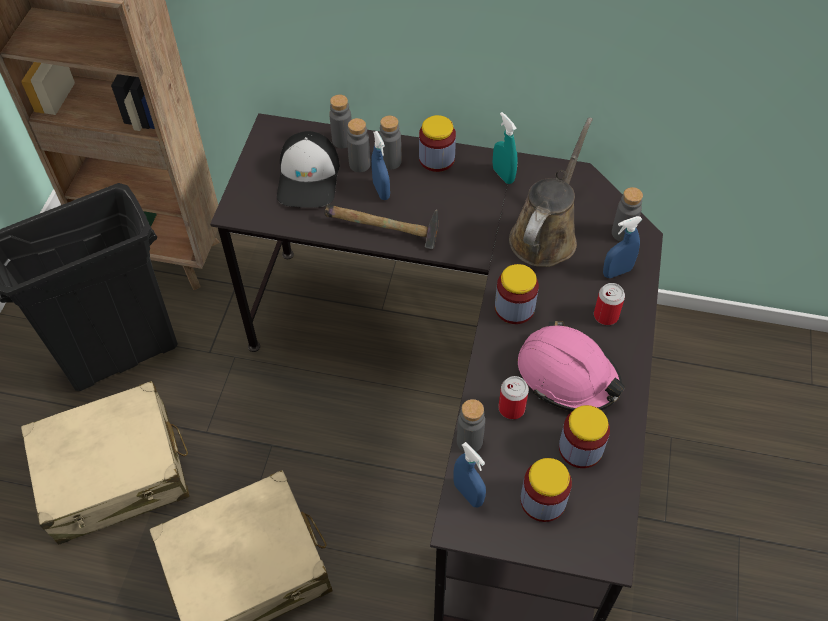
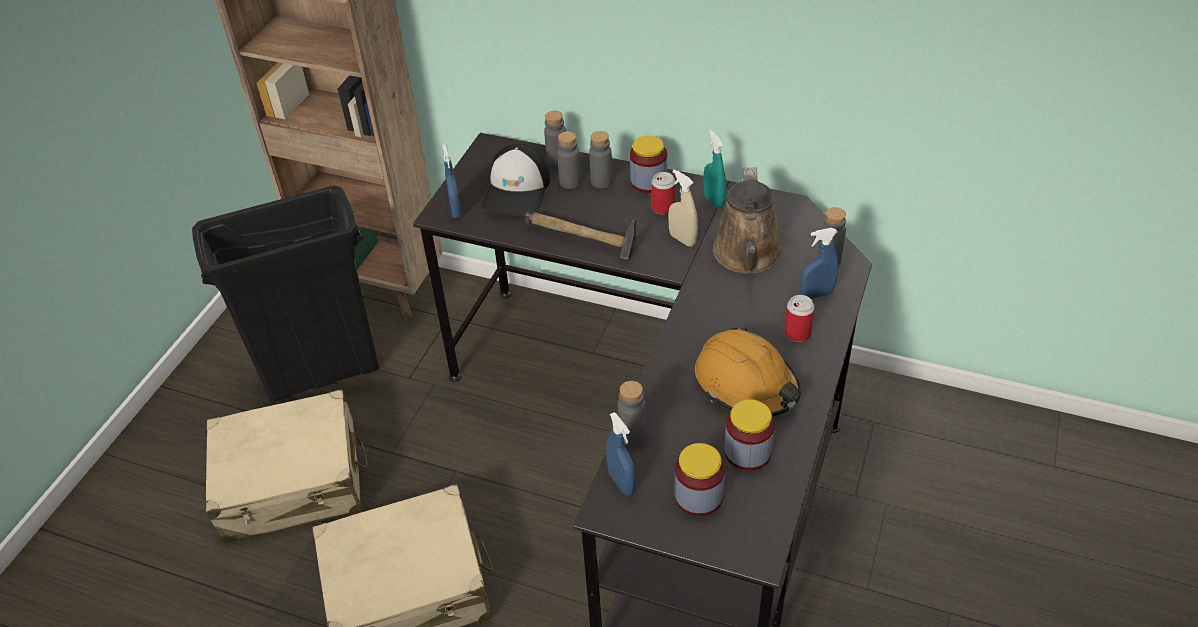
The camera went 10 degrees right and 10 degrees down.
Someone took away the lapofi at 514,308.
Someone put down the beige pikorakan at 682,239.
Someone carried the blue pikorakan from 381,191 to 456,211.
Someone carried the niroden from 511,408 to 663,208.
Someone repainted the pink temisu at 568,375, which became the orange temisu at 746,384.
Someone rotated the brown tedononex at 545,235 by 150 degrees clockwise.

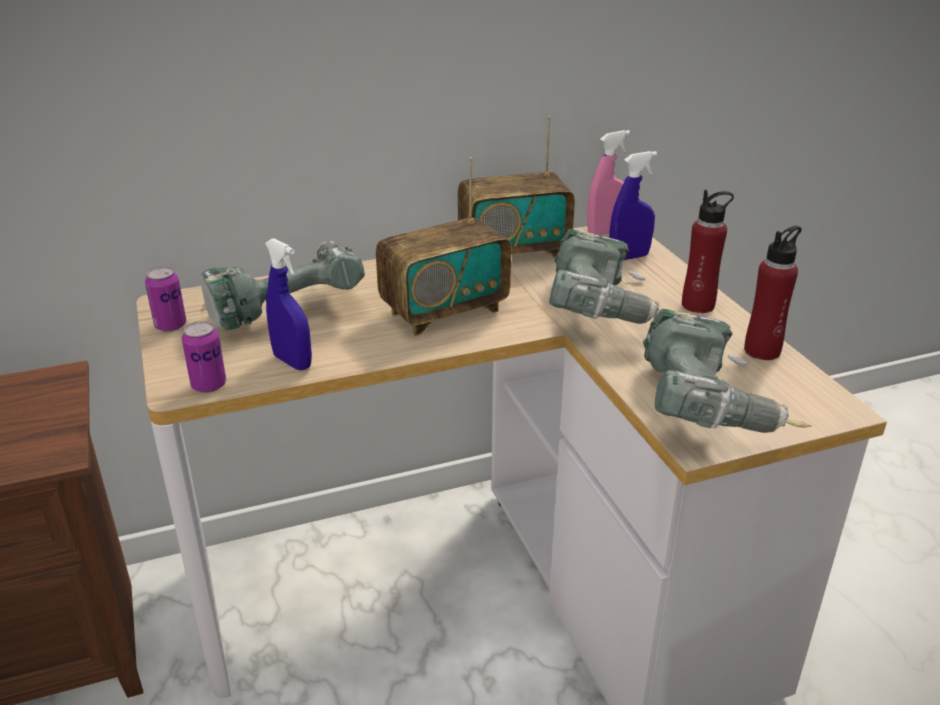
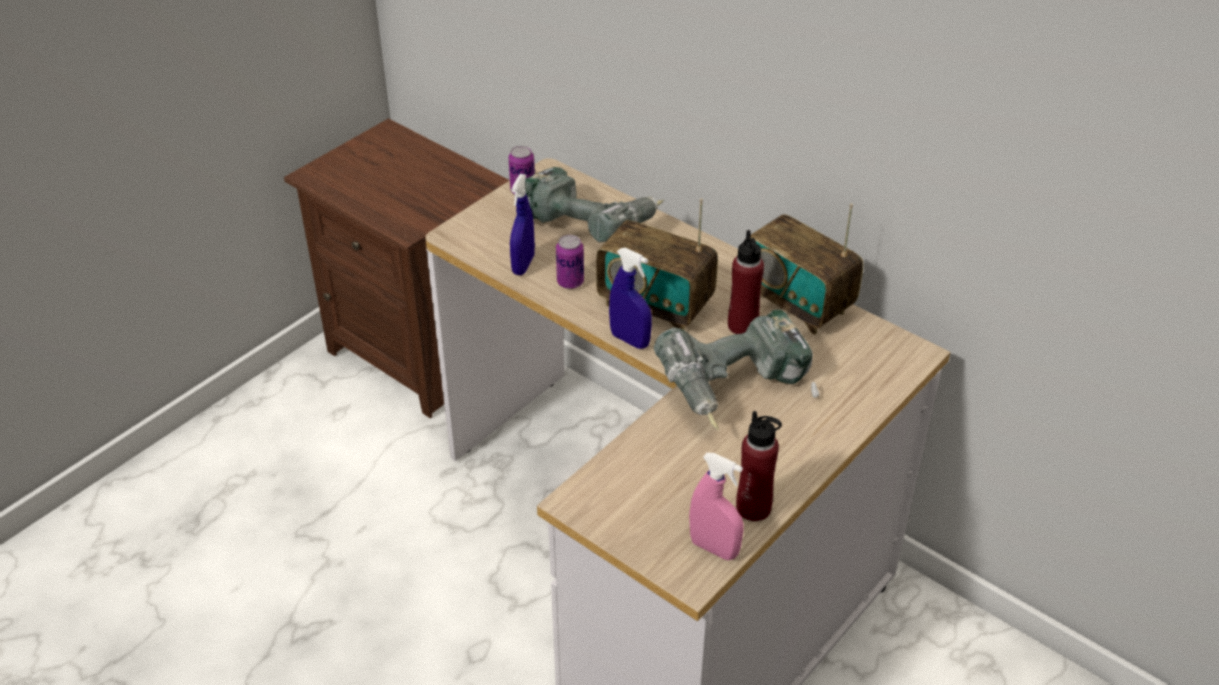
The camera went 60 degrees right and 10 degrees up.
Someone took away the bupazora at 709,409.
Someone carried the niroden from 209,385 to 570,282.
Someone carried the pink pikorakan from 605,232 to 714,548.
Someone carried the blue pikorakan from 629,257 to 630,340.
Someone carried the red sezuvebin from 698,305 to 742,326.

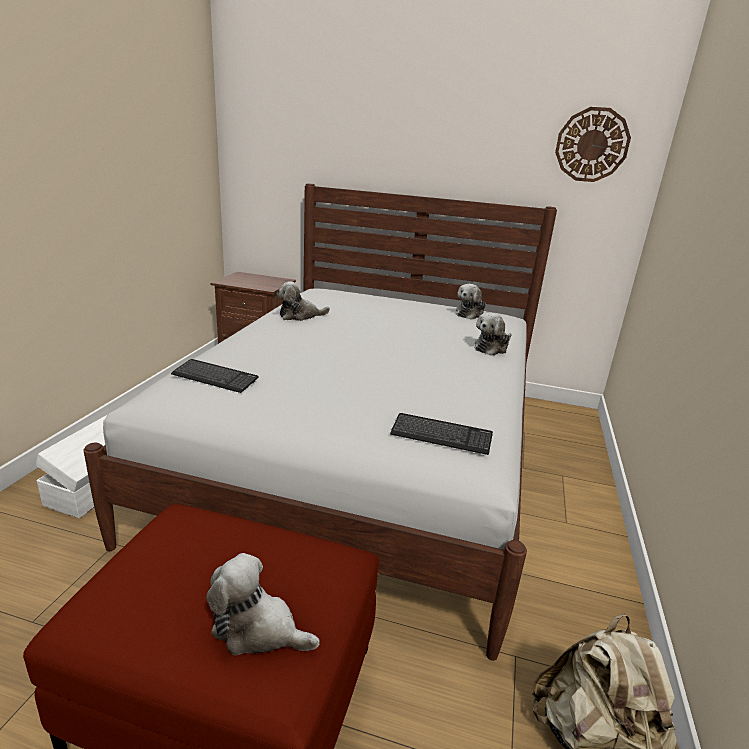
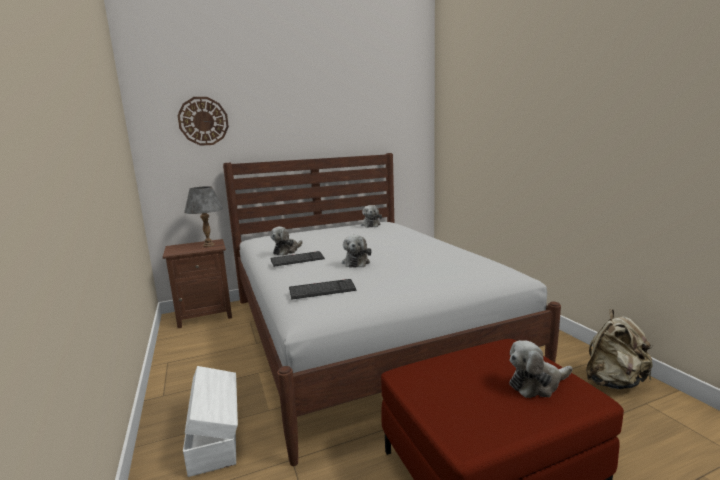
The camera went 35 degrees left and 10 degrees down.
Someone put down the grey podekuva at 208,245.
Someone carried the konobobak from 441,435 to 297,260.
Someone carried the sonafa from 492,347 to 356,262.
Someone carried the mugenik from 592,145 to 203,121.

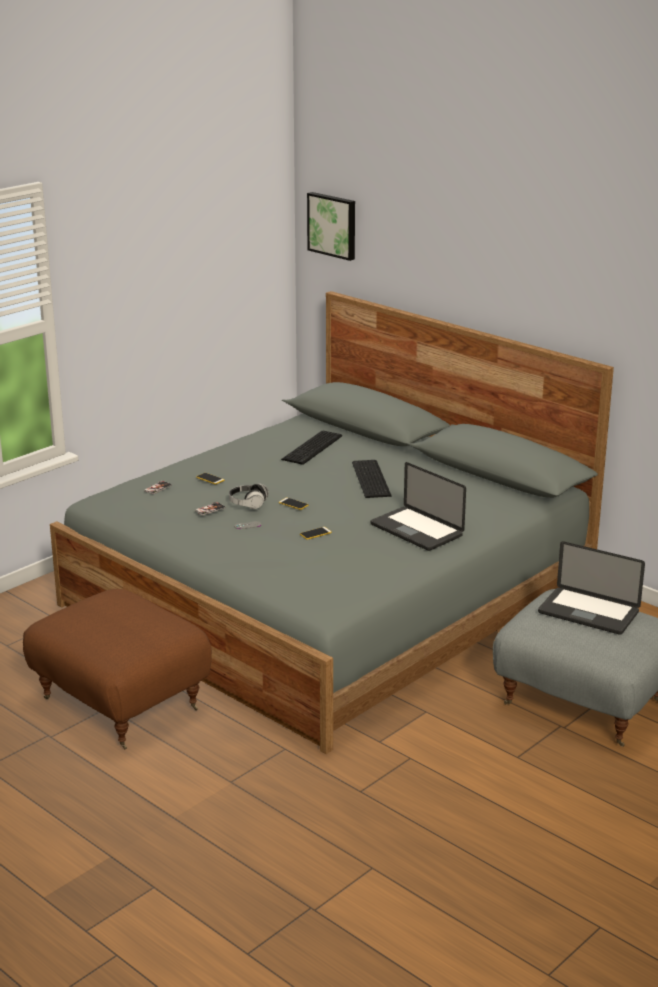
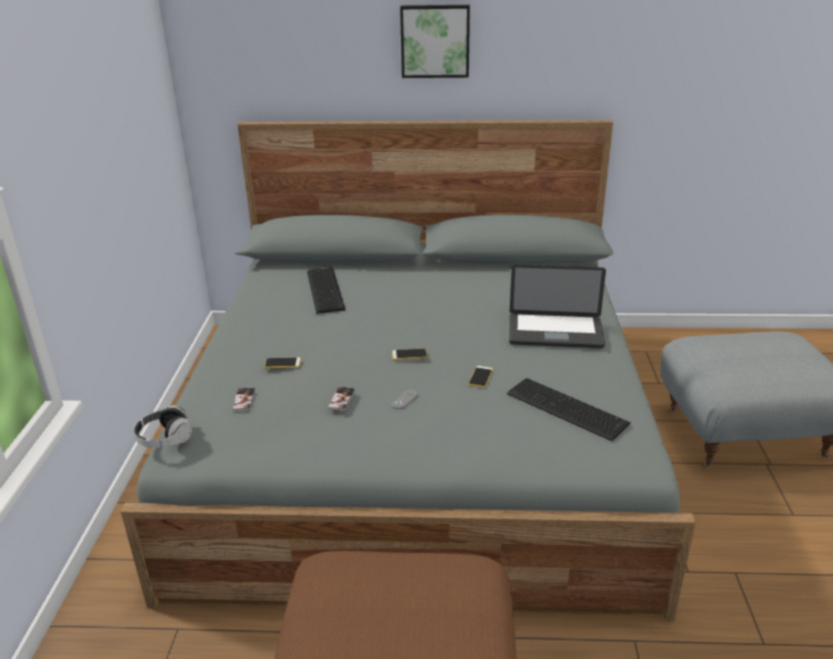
The camera went 40 degrees left and 5 degrees up.
Someone took away the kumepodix at 588,612.
Someone carried the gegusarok from 248,504 to 165,439.
Someone carried the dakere from 333,225 to 435,41.
Someone carried the konobobak from 369,479 to 567,410.

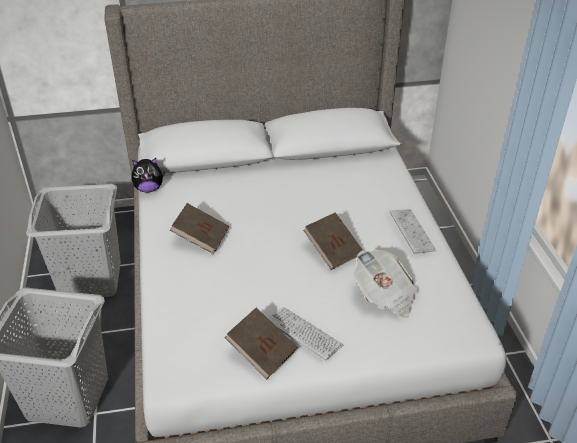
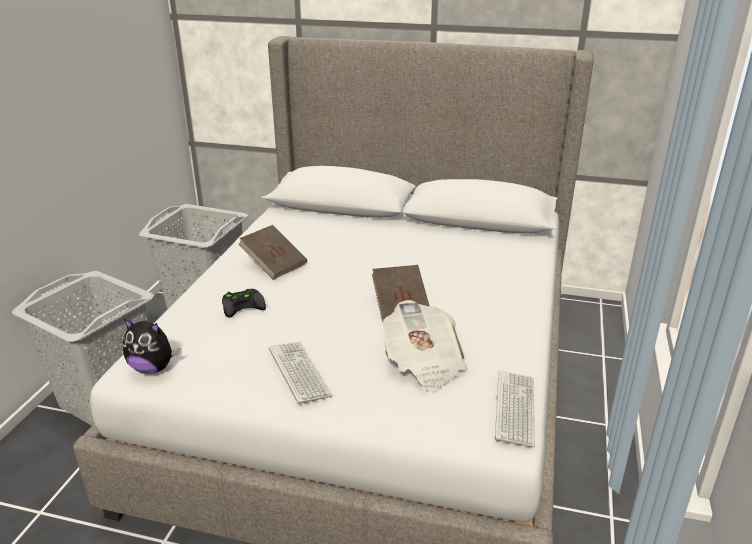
The camera went 25 degrees right and 10 degrees down.
Someone took away the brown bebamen at 262,352.
Someone put down the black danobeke at 244,304.
Someone carried the sonafa from 149,189 to 153,368.
Someone carried the konobobak from 412,231 to 515,408.

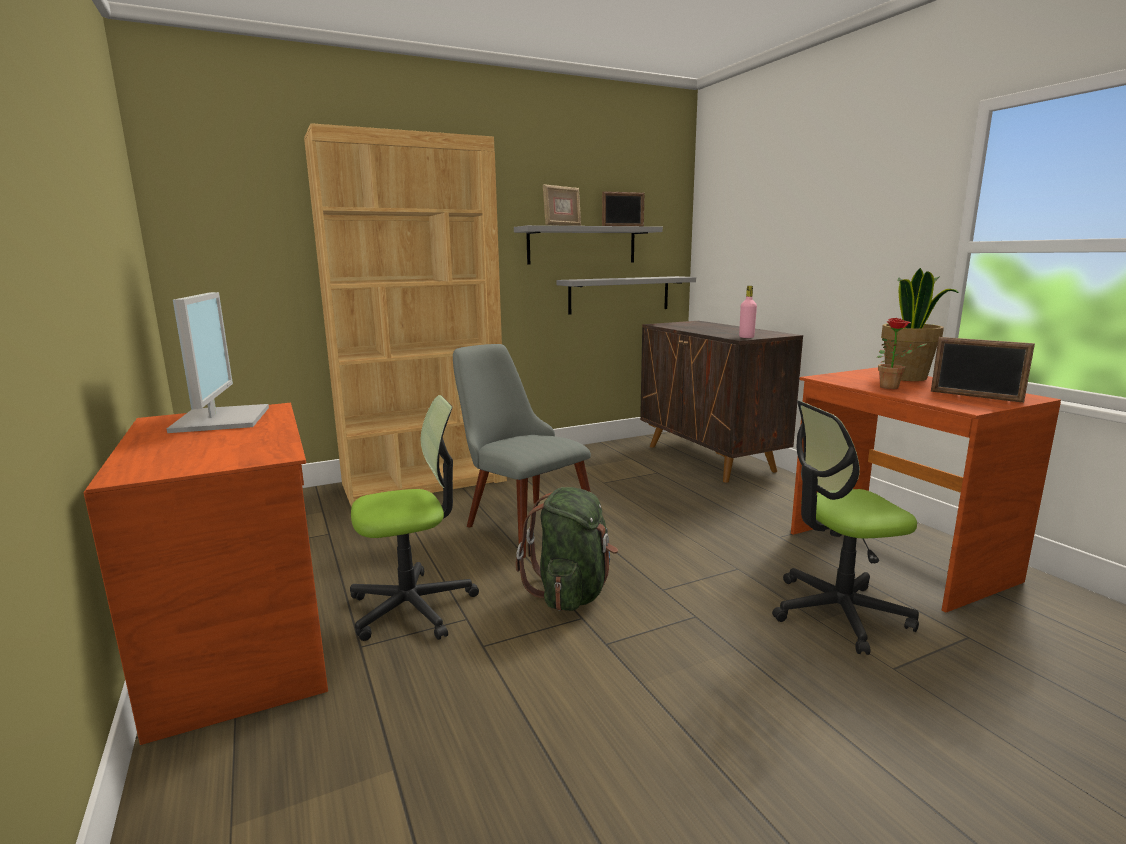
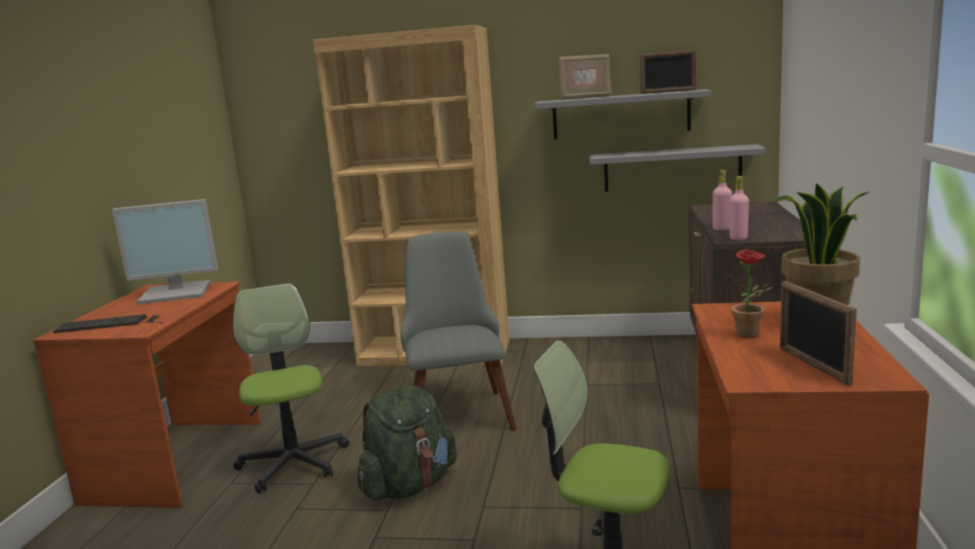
The camera went 35 degrees right and 0 degrees up.
Someone put down the konobobak at 111,324.
Someone put down the pink sezuvebin at 722,229.
Someone rotated the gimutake at 220,419 by 60 degrees clockwise.
Someone rotated the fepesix at 412,607 by 120 degrees counterclockwise.

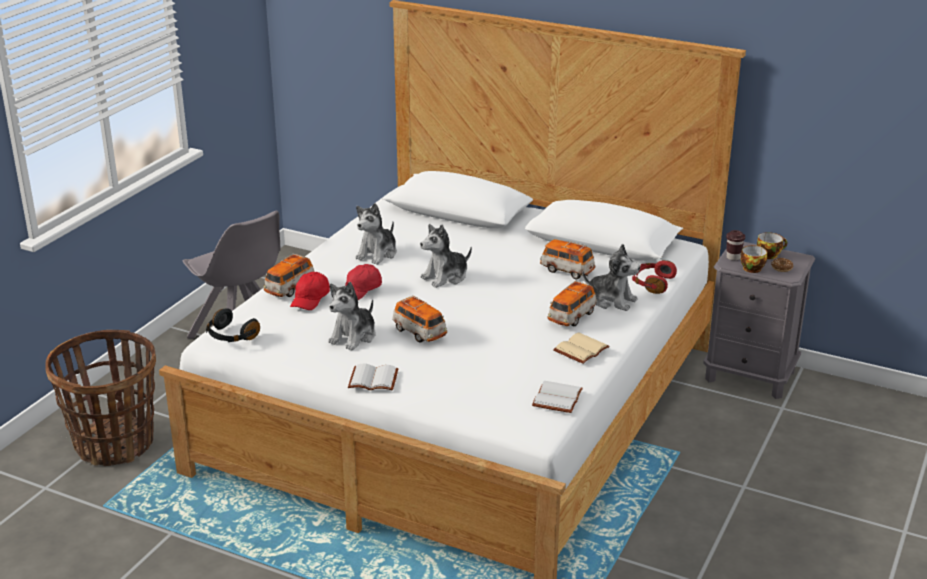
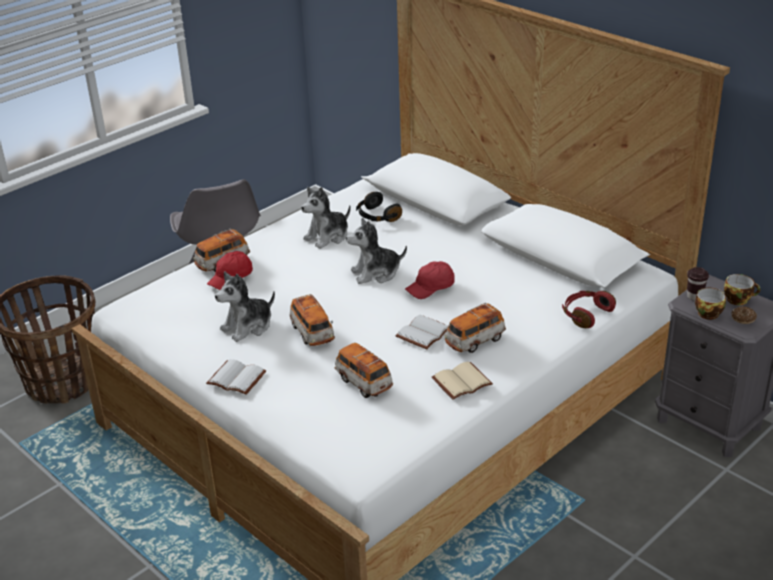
The camera went 20 degrees right and 5 degrees up.
Someone took away the sonafa at 611,300.
Someone carried the black gegusarok from 231,336 to 377,216.
Someone carried the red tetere from 360,290 to 431,288.
Someone carried the white bebamen from 558,399 to 424,334.
Someone carried the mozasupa from 567,271 to 363,382.

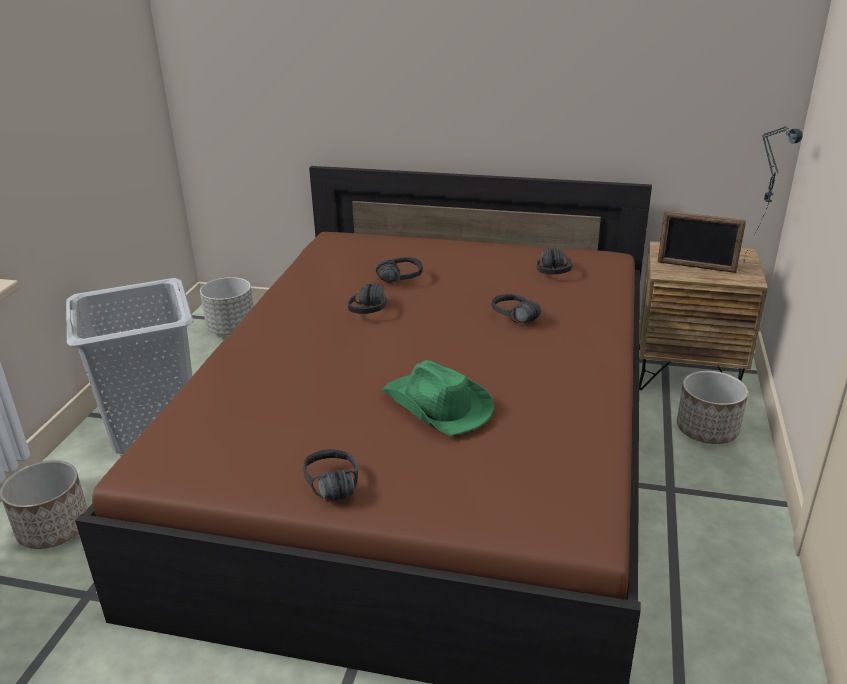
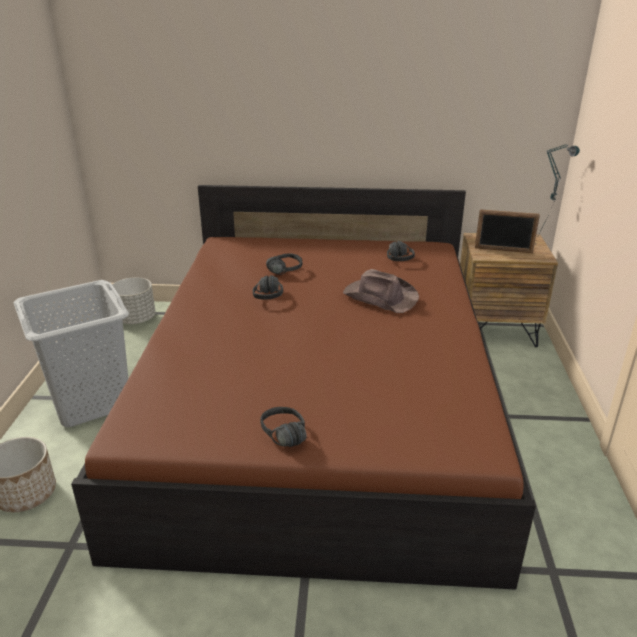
The camera went 10 degrees left and 0 degrees up.
Someone took away the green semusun at 437,406.
Someone took away the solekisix at 707,429.
Someone swapped the black gegusarok at 510,319 for the brown semusun at 379,297.

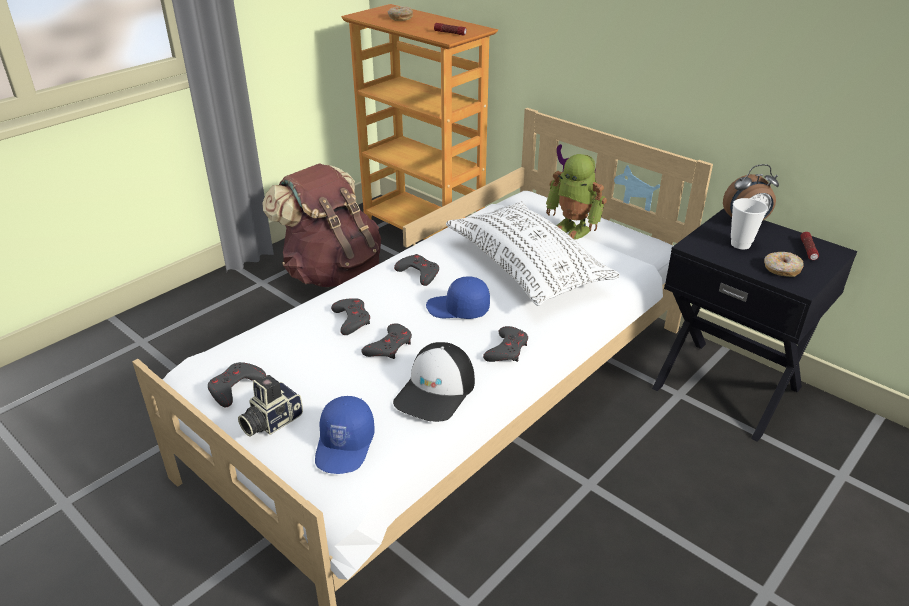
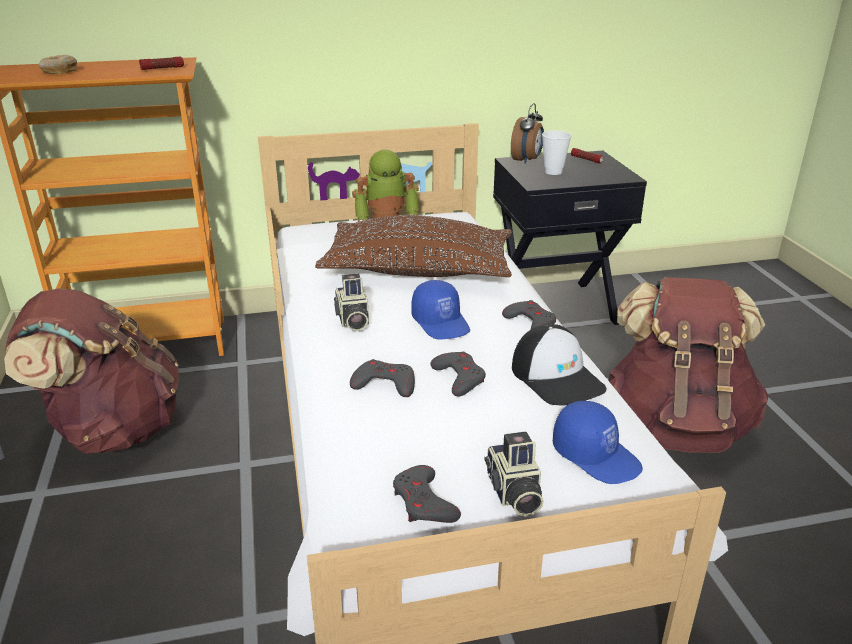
The camera went 55 degrees left and 5 degrees down.
Someone took away the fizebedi at 781,269.
Someone put down the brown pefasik at 676,426.
Someone swapped the grey danobeke at 418,273 for the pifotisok at 352,320.
Someone repainted the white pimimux at 526,268, which became the brown pimimux at 418,270.
Someone rotated the blue tetere at 458,309 by 75 degrees counterclockwise.

